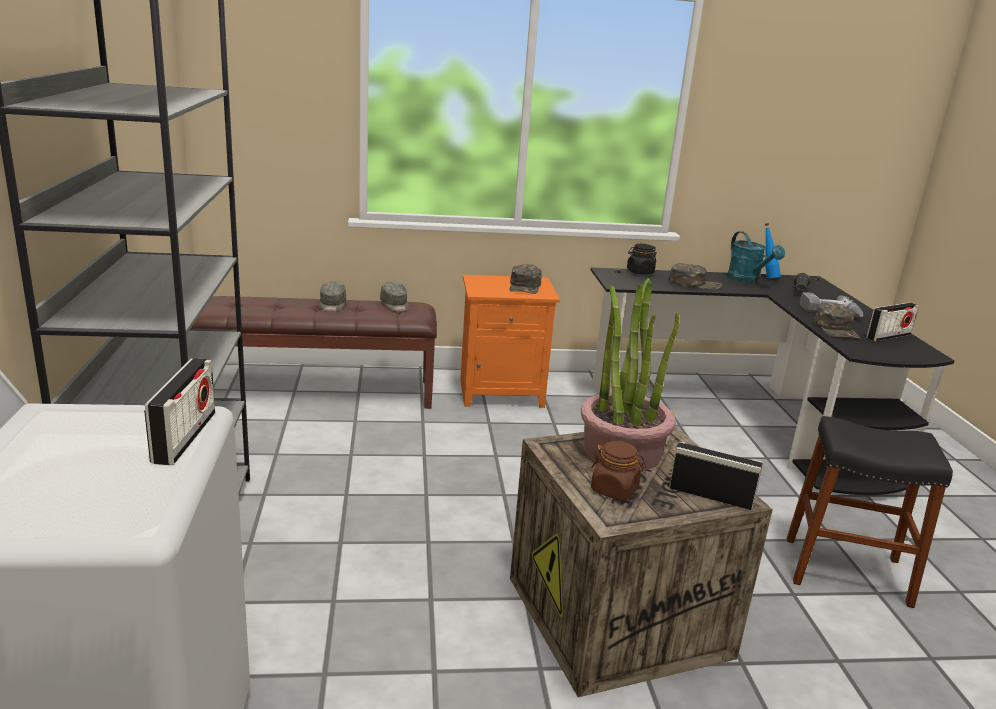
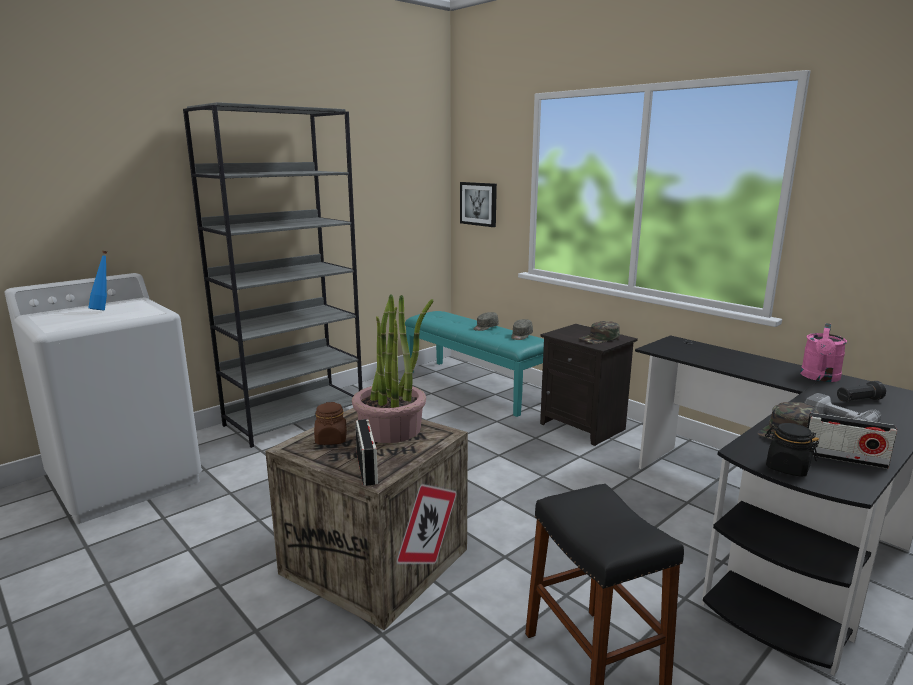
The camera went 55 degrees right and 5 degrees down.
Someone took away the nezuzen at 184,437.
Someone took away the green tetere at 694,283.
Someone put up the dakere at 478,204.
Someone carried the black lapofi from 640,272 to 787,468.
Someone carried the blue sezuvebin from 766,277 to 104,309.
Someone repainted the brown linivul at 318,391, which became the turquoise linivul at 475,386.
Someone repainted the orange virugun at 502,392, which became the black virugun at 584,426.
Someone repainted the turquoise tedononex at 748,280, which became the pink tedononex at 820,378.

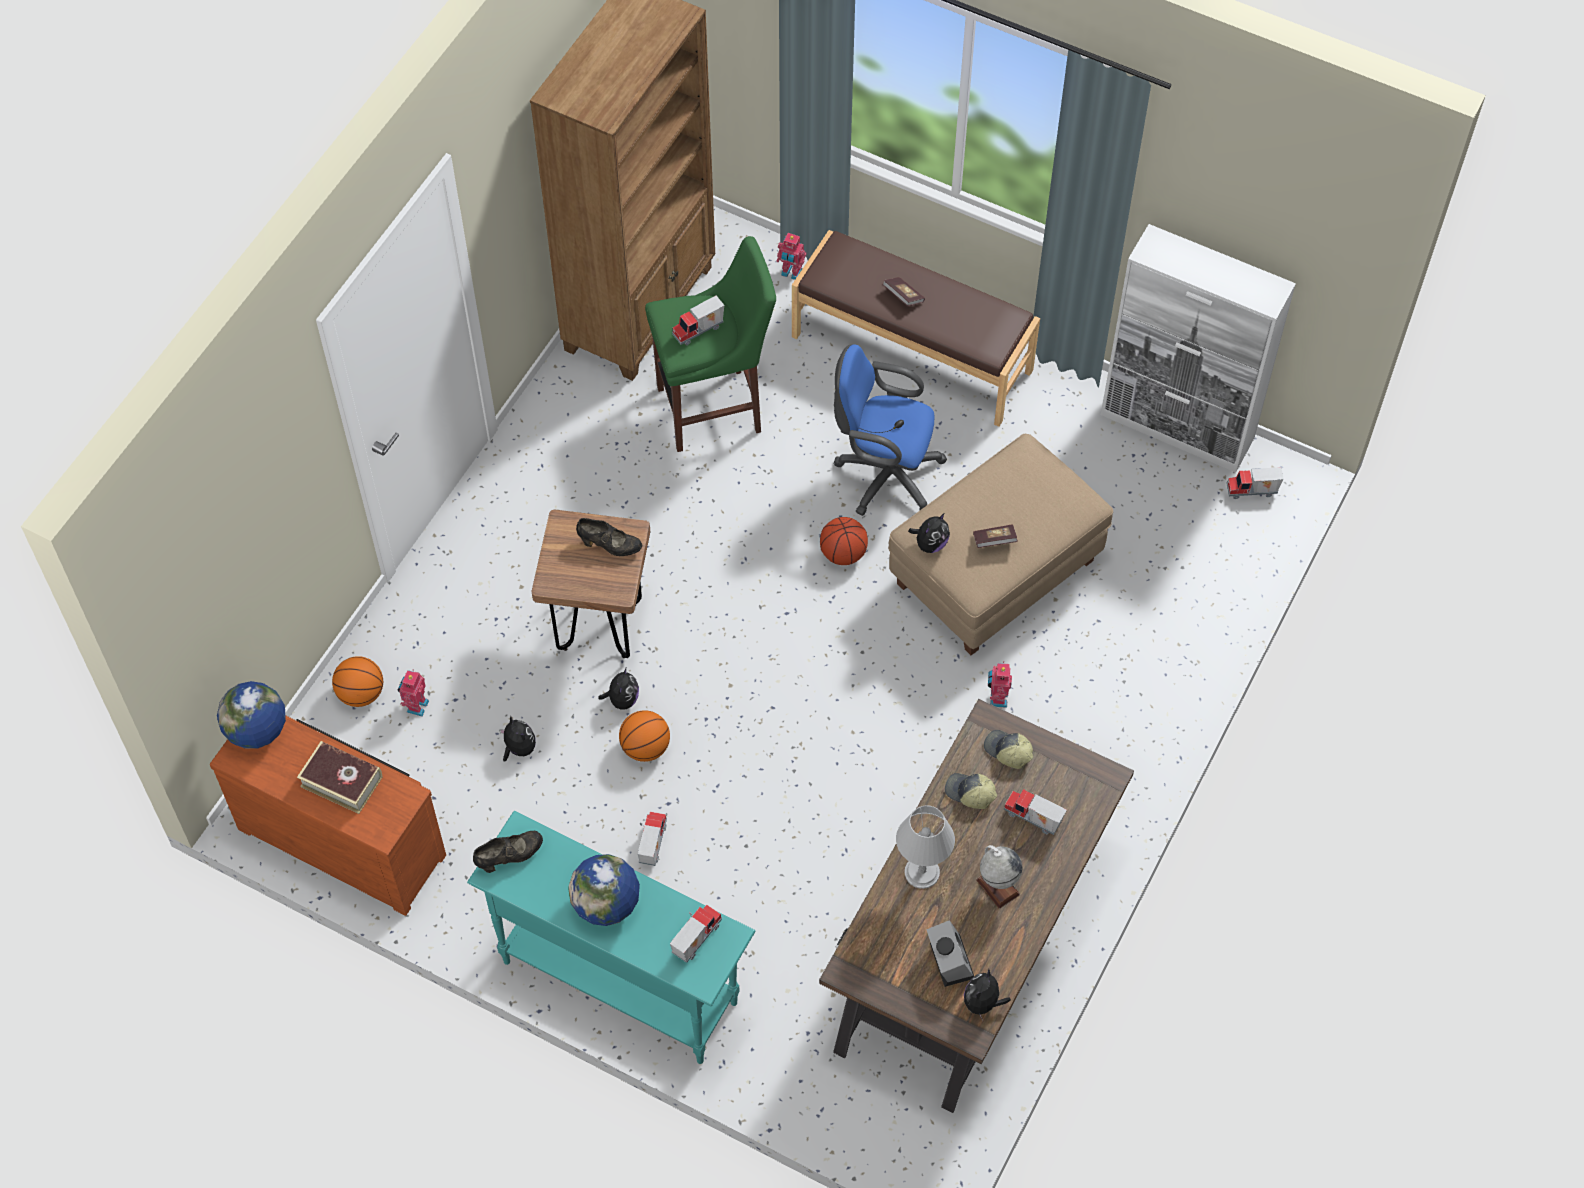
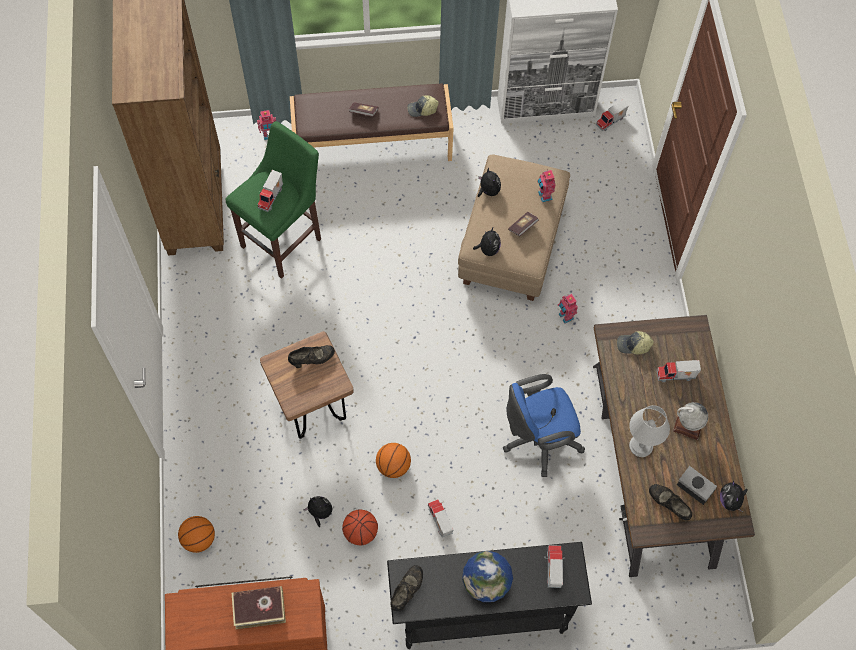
The camera went 35 degrees left and 5 degrees up.
Someone took away the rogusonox at 257,731.
Someone put down the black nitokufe at 668,505.
Someone carried the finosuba from 416,706 to 544,196.
Someone carried the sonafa from 622,699 to 488,191.
Someone carried the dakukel from 843,554 to 361,532.
Someone carried the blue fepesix from 883,475 to 538,440.
Someone carried the tetere from 969,793 to 422,109.
Someone repainted the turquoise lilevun at 619,981, which became the black lilevun at 481,615.

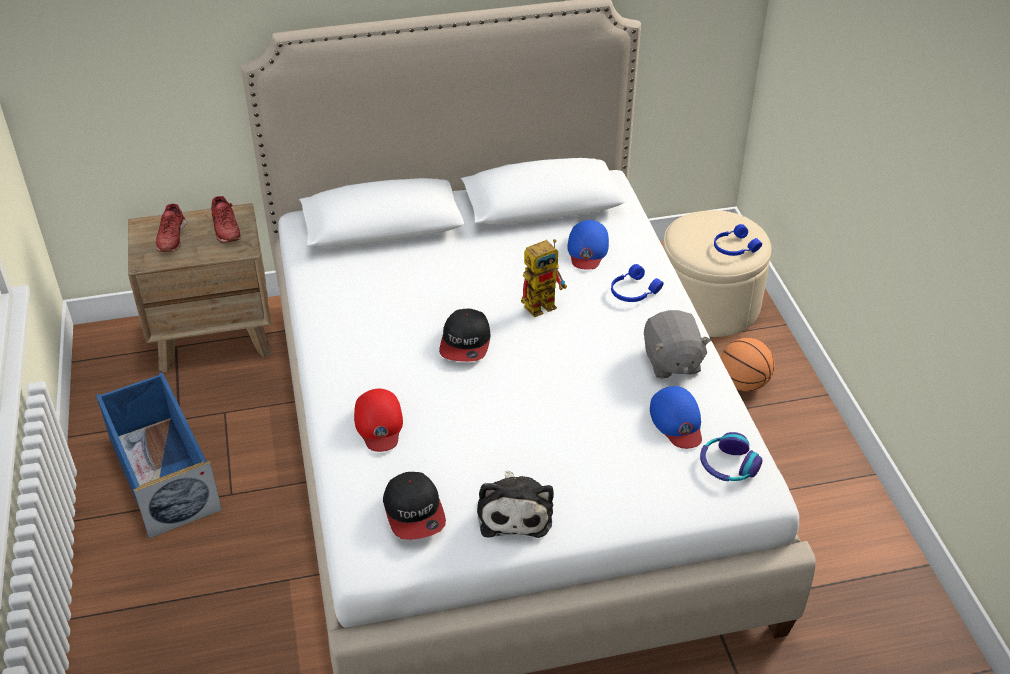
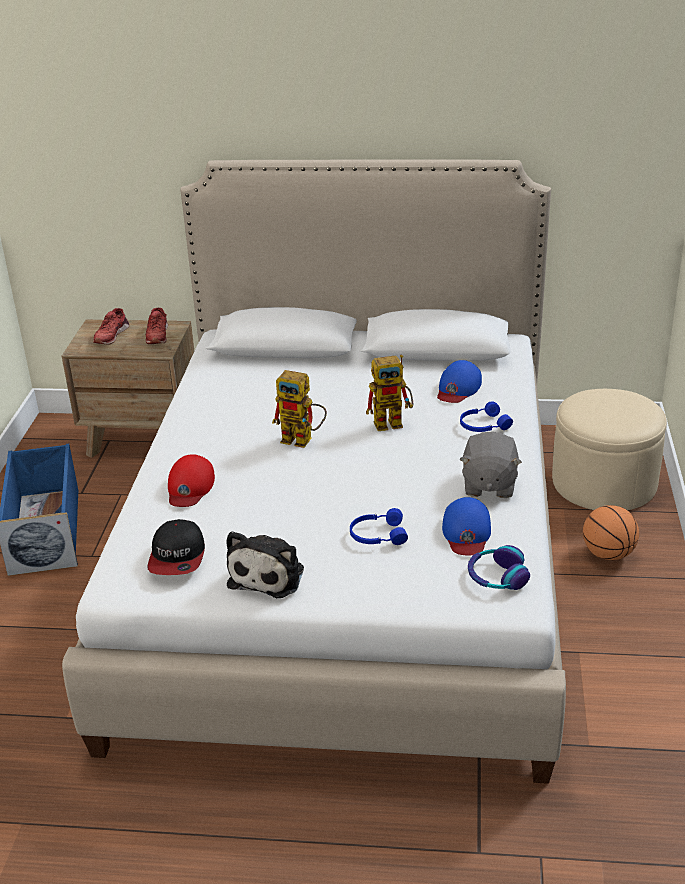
The camera went 20 degrees right and 10 degrees down.
Someone carried the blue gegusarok from 734,247 to 377,535.
Someone swapped the tetere at 465,342 for the finosuba at 303,440.

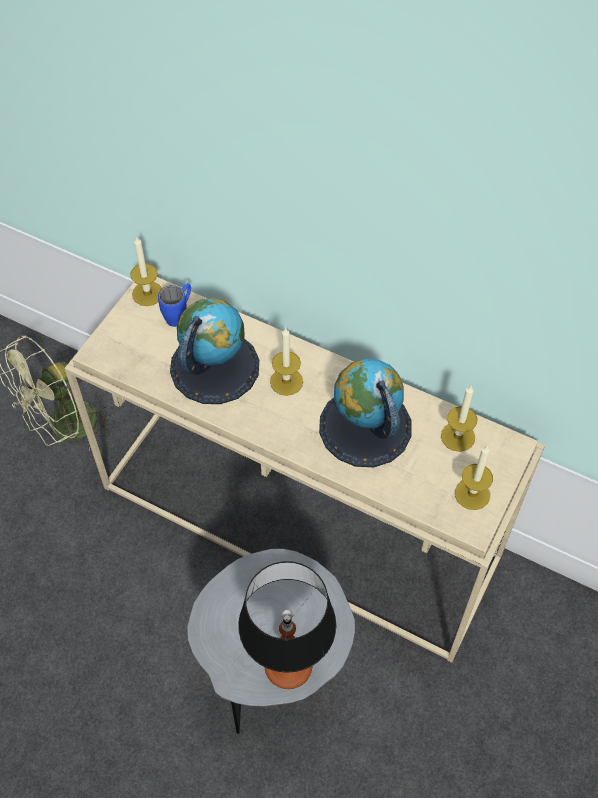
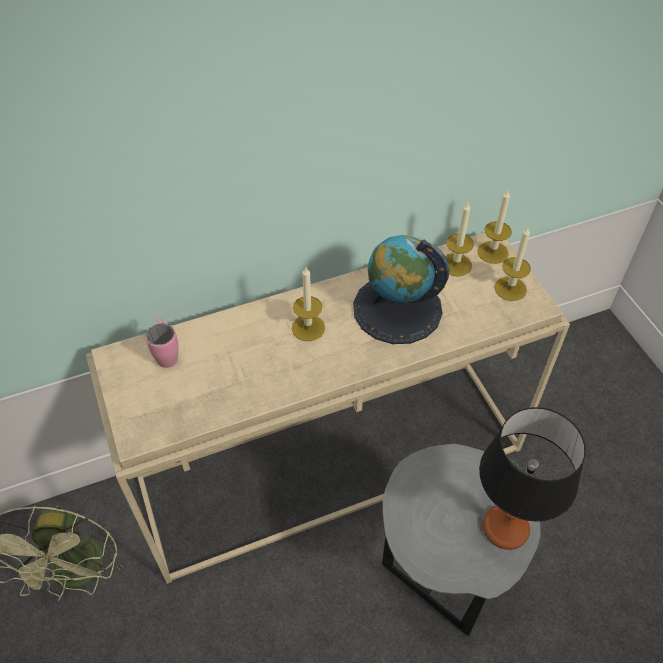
The camera went 50 degrees left and 5 degrees down.
Someone took away the rogusonox at 214,366.
Someone carried the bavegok from 147,293 to 492,252.
Someone repainted the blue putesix at 179,315, which became the pink putesix at 167,354.

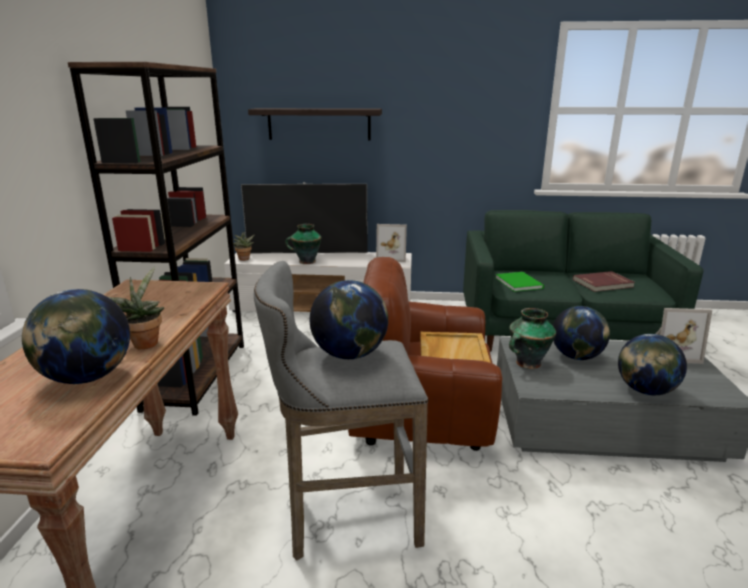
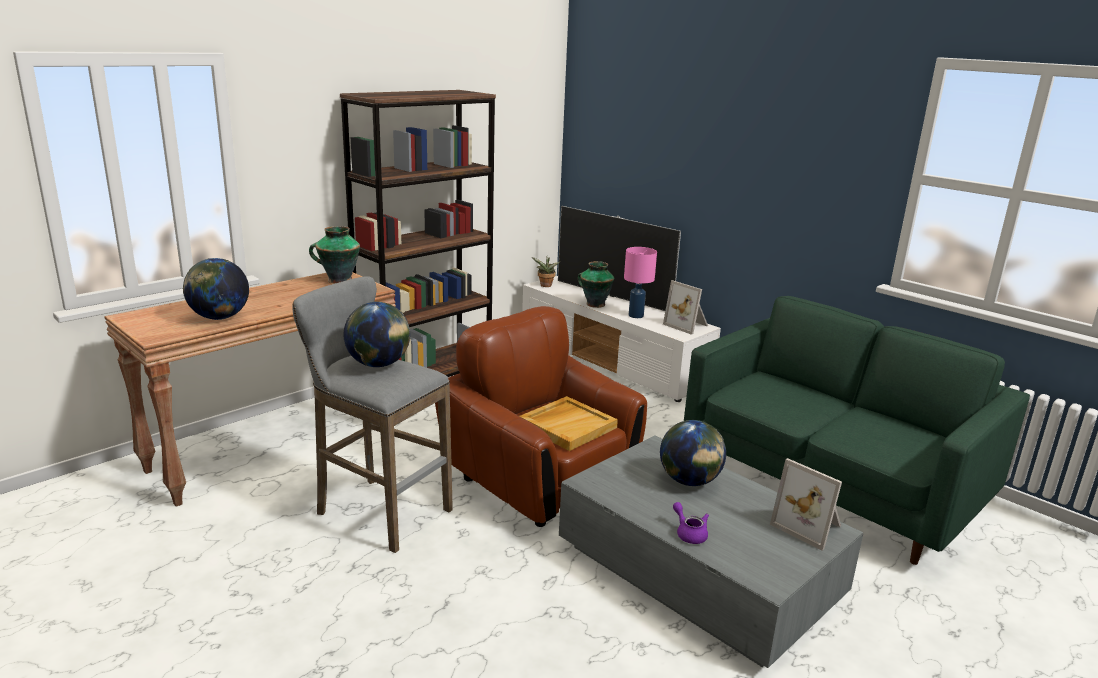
The camera went 40 degrees right and 0 degrees up.
Someone took away the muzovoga at 145,342.
Someone took away the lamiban at 319,124.
Someone took away the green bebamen at 519,282.
Someone took away the red bebamen at 603,283.
Someone put down the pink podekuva at 636,315.
Someone carried the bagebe from 527,363 to 338,280.
Someone swapped the rogusonox at 645,391 for the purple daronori at 689,533.

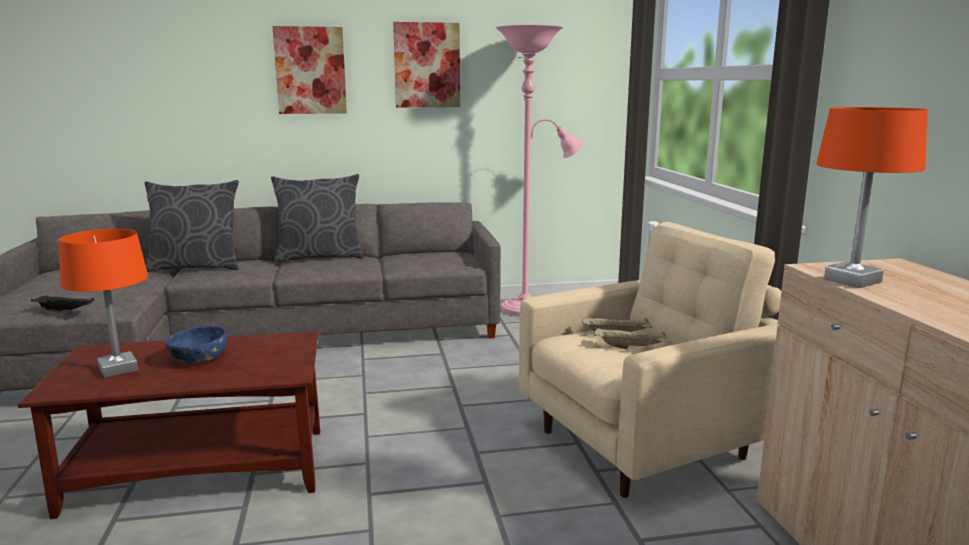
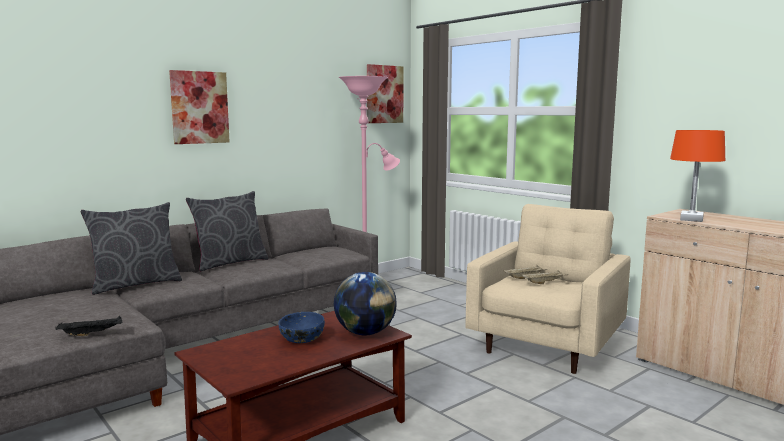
The camera went 30 degrees left and 5 degrees down.
Someone took away the orange podekuva at 118,369.
Someone put down the rogusonox at 365,333.
Someone carried the dakere from 427,65 to 384,94.

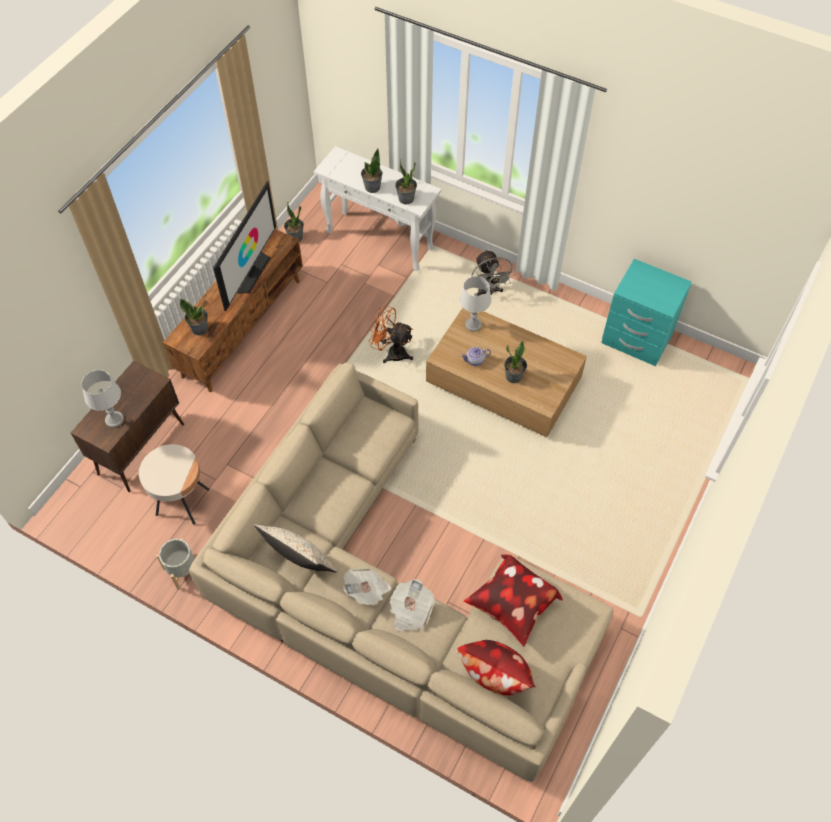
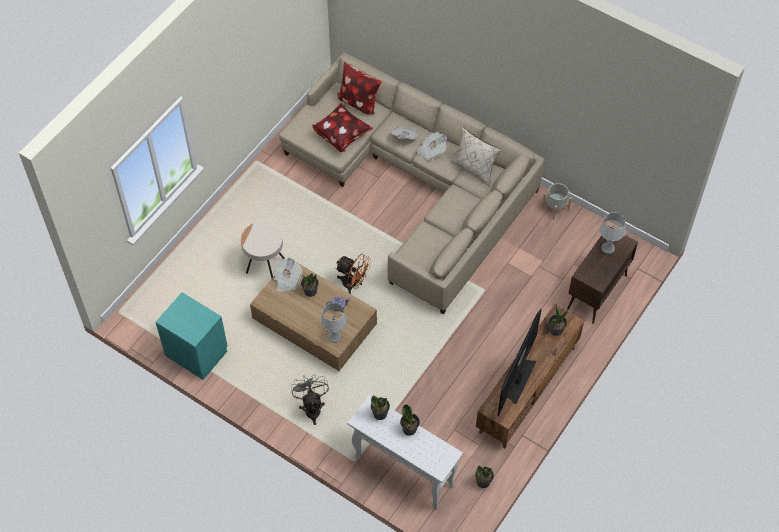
The camera went 175 degrees left and 0 degrees up.
Someone put down the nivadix at 287,280.
Someone carried the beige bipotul from 182,502 to 265,265.
Someone carried the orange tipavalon from 391,352 to 353,284.

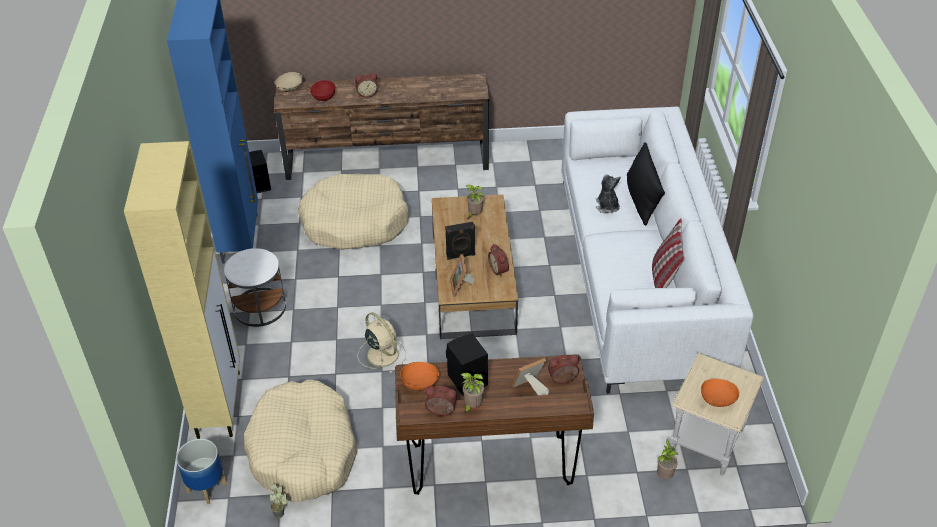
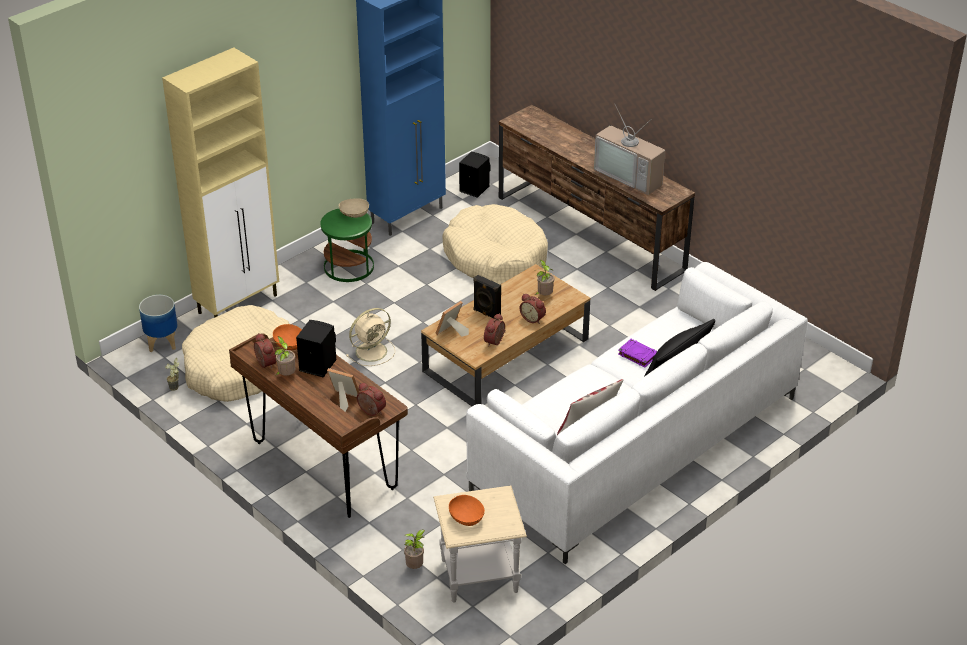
The camera went 50 degrees right and 5 degrees down.
Someone took away the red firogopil at 323,97.
Someone put down the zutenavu at 631,175.
Someone carried the beige firogopil from 290,89 to 354,215.
Someone carried the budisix from 367,93 to 533,318.
Someone swapped the sonafa at 607,206 for the purple bebamen at 637,355.
Someone repainted the white bipotul at 259,307, which became the green bipotul at 349,266.
Someone rotated the beige tipavalon at 381,354 by 45 degrees clockwise.

